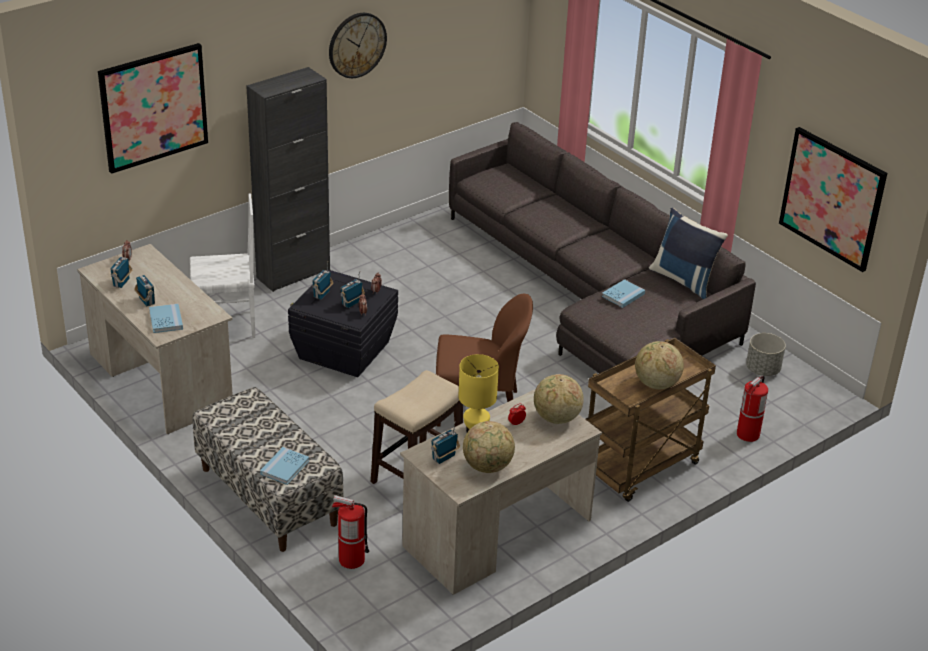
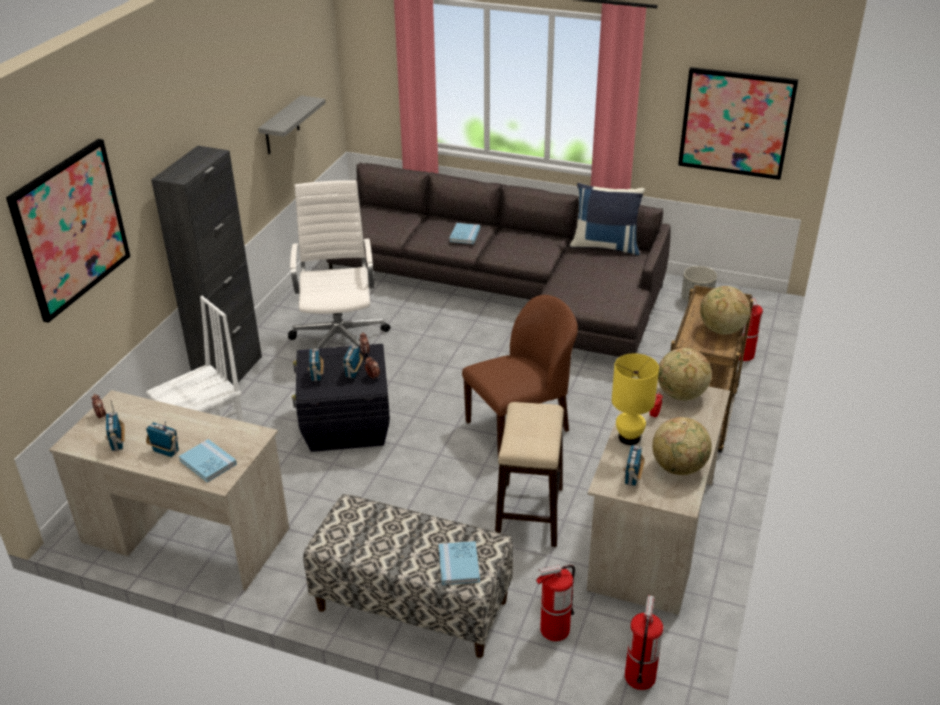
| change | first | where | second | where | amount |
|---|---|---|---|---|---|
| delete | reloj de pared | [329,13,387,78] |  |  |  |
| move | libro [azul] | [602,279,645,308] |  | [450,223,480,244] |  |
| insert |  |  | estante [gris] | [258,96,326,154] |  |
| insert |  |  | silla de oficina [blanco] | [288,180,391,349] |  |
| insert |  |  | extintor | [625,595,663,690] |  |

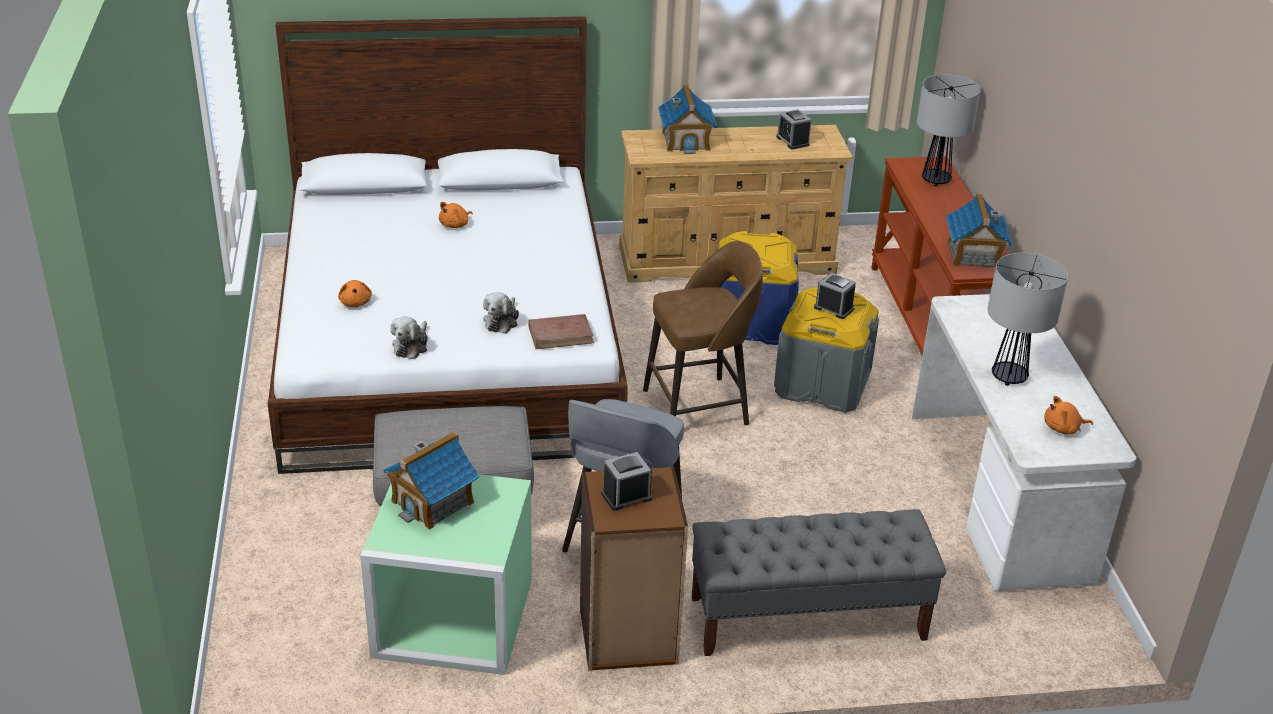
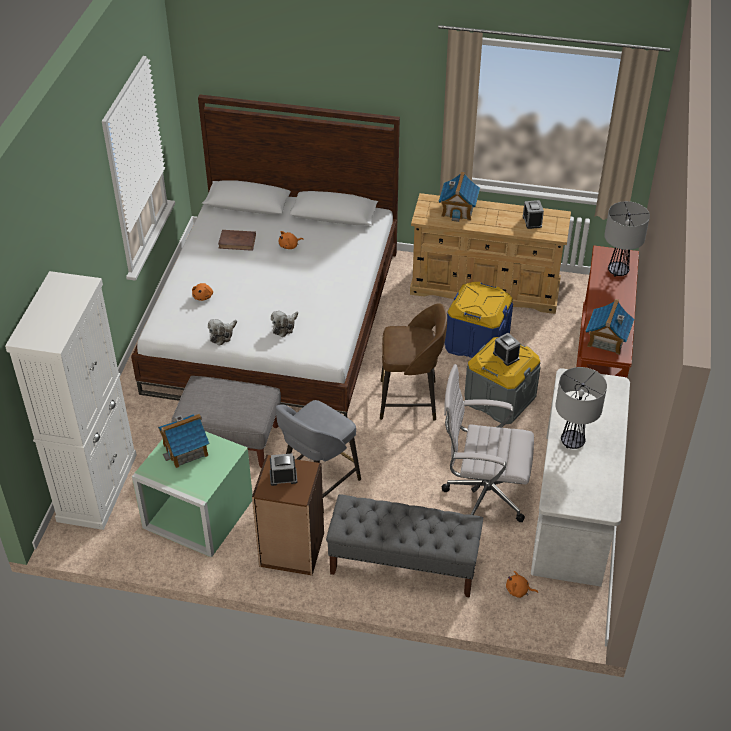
| change | first | where | second | where | amount |
|---|---|---|---|---|---|
| move | libro [marrón] | [528,314,595,349] |  | [218,230,256,251] |  |
| move | peluche [naranja] | [1044,396,1093,435] |  | [506,571,538,598] |  |
| insert |  |  | armario [blanco] | [5,271,137,530] |  |
| insert |  |  | silla de oficina [blanco] | [442,364,534,522] |  |

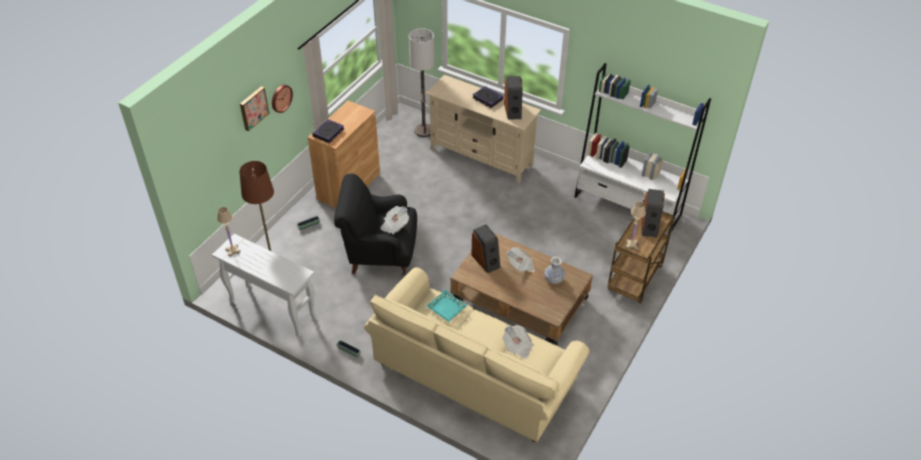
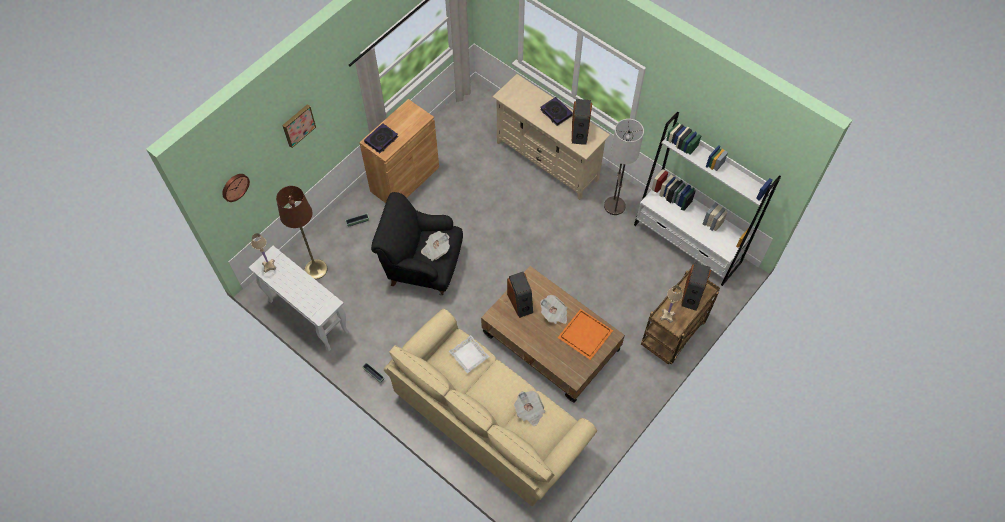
| change | first | where | second | where | amount |
|---|---|---|---|---|---|
| move | reloj de pared | [272,85,293,113] |  | [222,174,250,202] |  |
| move | lámpara de pie | [409,28,434,137] |  | [604,119,644,215] |  |
| recolor | bandeja [turquesa] | [426,290,468,322] | bandeja [blanco] | [449,335,489,373] |  |
| replace | florero | [544,257,565,284] | bandeja [naranja] | [558,309,613,360] |  |

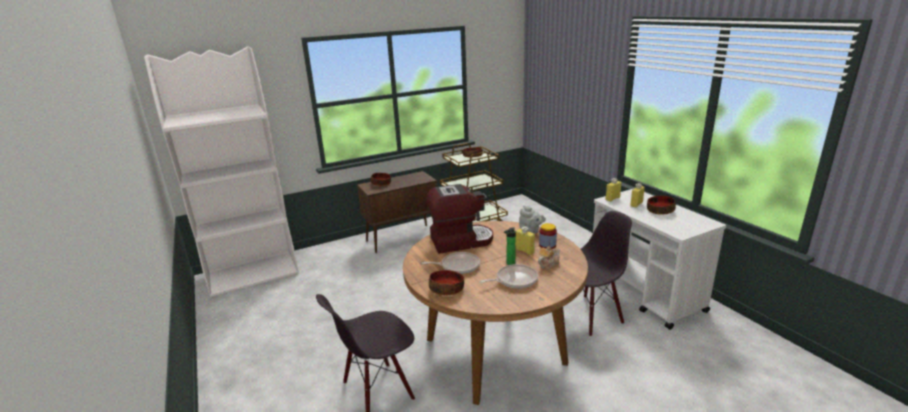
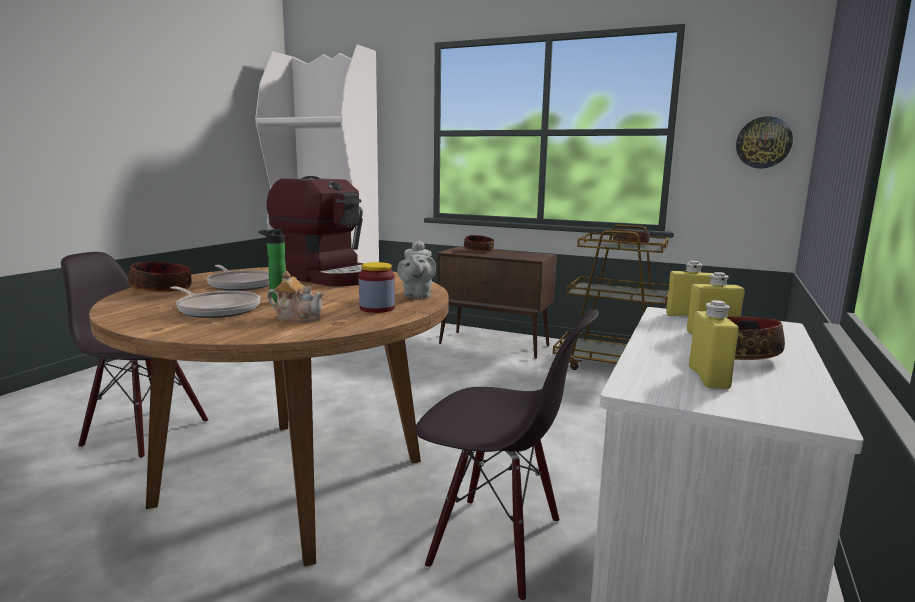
| change | first | where | second | where | amount |
|---|---|---|---|---|---|
| move | botella [amarillo] | [515,226,535,255] |  | [689,300,739,389] |  |
| insert |  |  | reloj de pared | [736,116,793,168] |  |

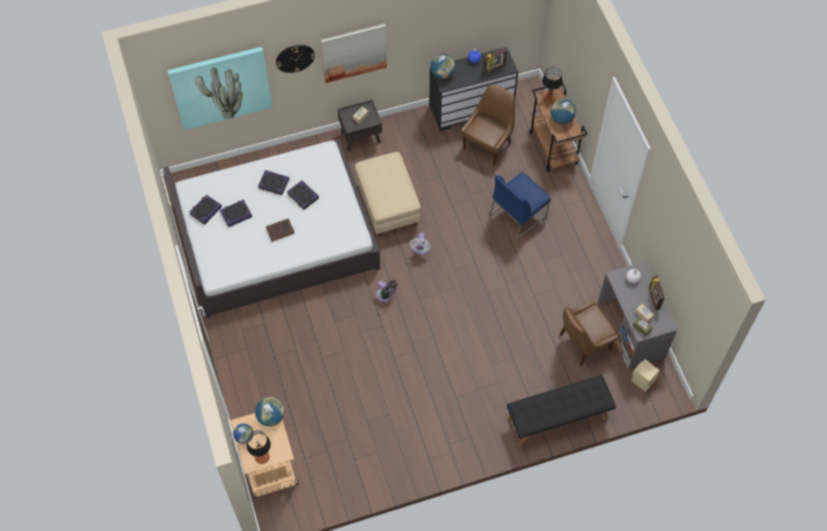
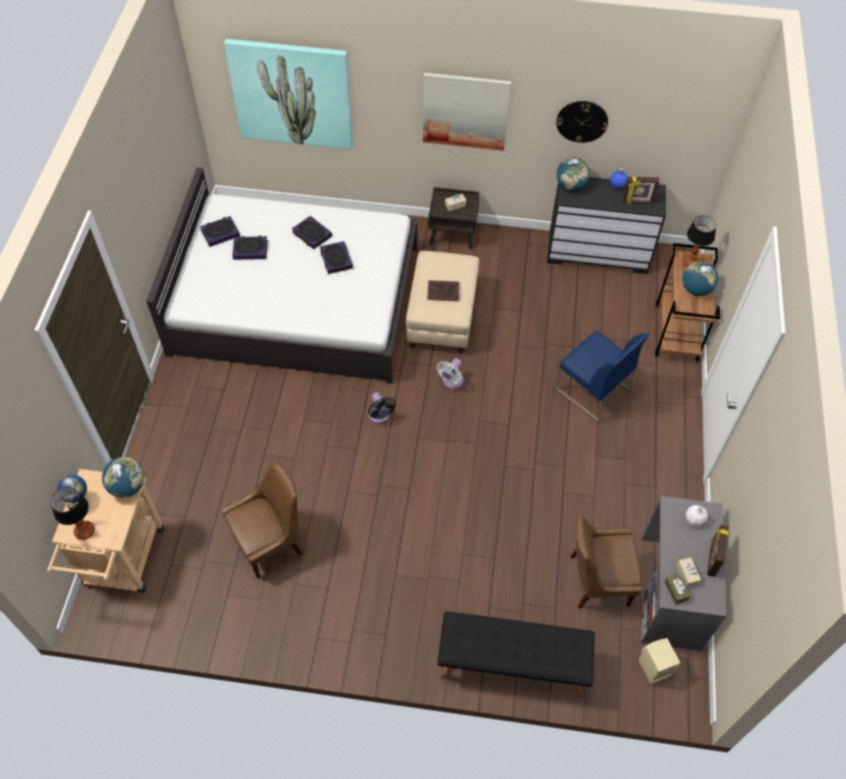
| change | first | where | second | where | amount |
|---|---|---|---|---|---|
| move | libro [marrón] | [266,218,295,242] |  | [427,280,459,301] |  |
| move | reloj de pared | [276,45,315,73] |  | [556,101,608,143] |  |
| move | silla [marrón] | [461,84,515,166] |  | [222,462,302,578] |  |
| rotate | silla [azul] | [489,172,551,240] |  | [555,331,650,423] | 120 degrees counterclockwise |

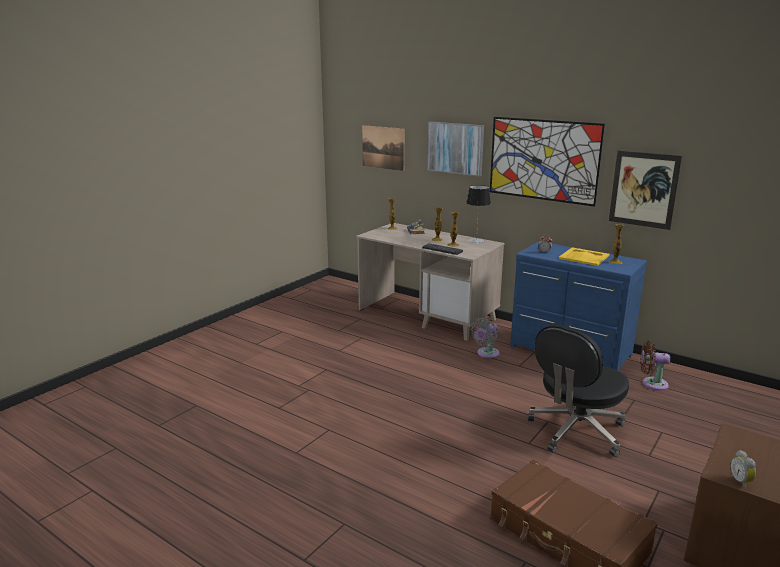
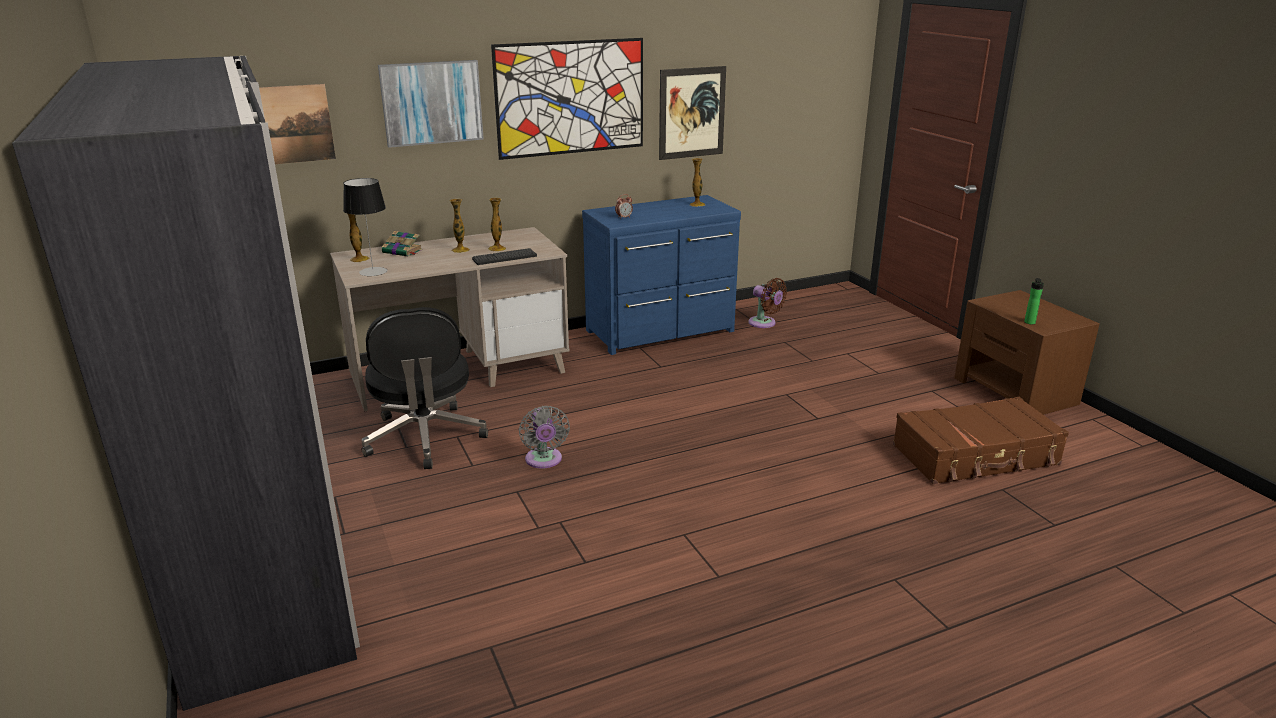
| change | first | where | second | where | amount |
|---|---|---|---|---|---|
| move | lámpara de mesa | [466,185,491,243] |  | [343,178,387,276] |  |
| move | ventilador [gris] | [471,318,500,359] |  | [519,406,570,468] |  |
| move | silla de oficina [negro] | [528,325,629,457] |  | [362,307,488,469] |  |
| delete | bandeja [amarillo] | [558,247,610,266] |  |  |  |
| rotate | ventilador [marrón] | [641,341,670,391] |  | [748,278,787,328] | 90 degrees counterclockwise |
| delete | despertador | [730,450,756,489] |  |  |  |
| insert |  |  | armario ropero [gris] | [12,56,360,711] |  |
| insert |  |  | botella | [1024,278,1044,324] |  |

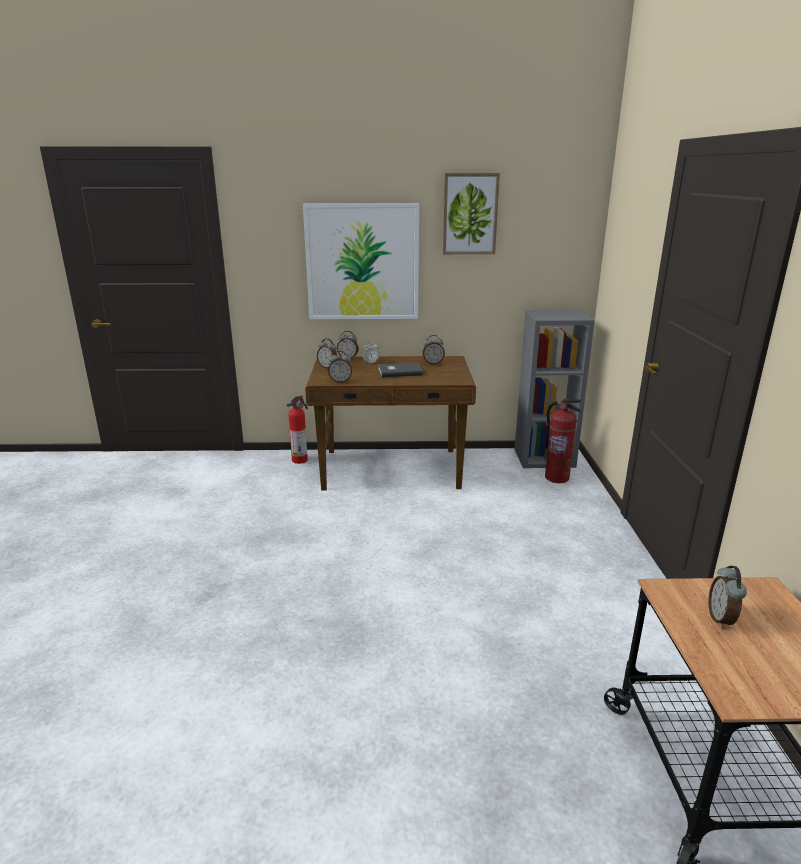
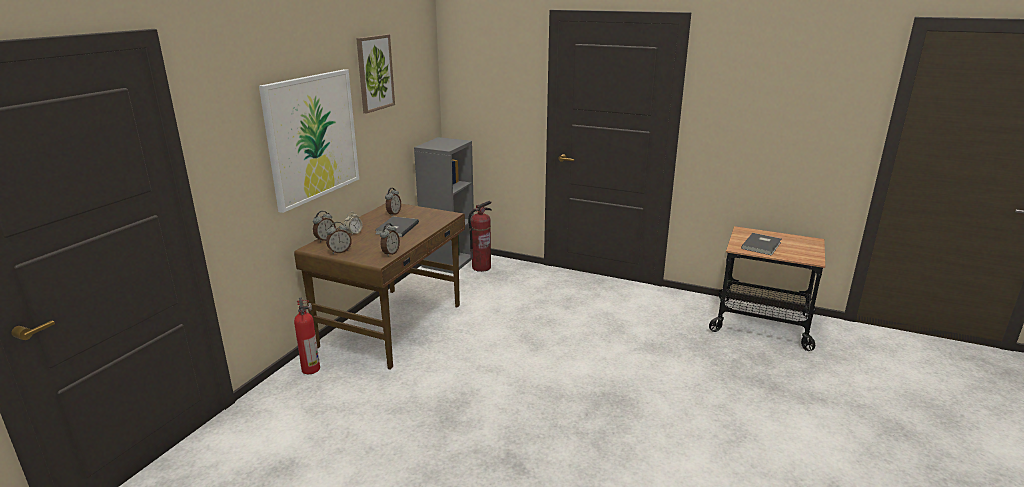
| change | first | where | second | where | amount |
|---|---|---|---|---|---|
| replace | despertador | [709,566,747,629] | libro [gris] | [741,233,781,256] |  |

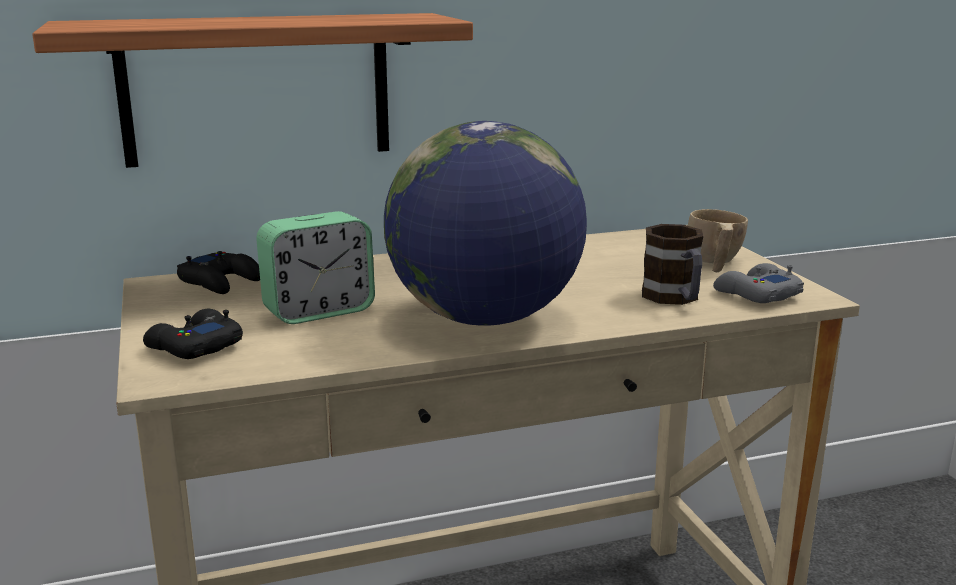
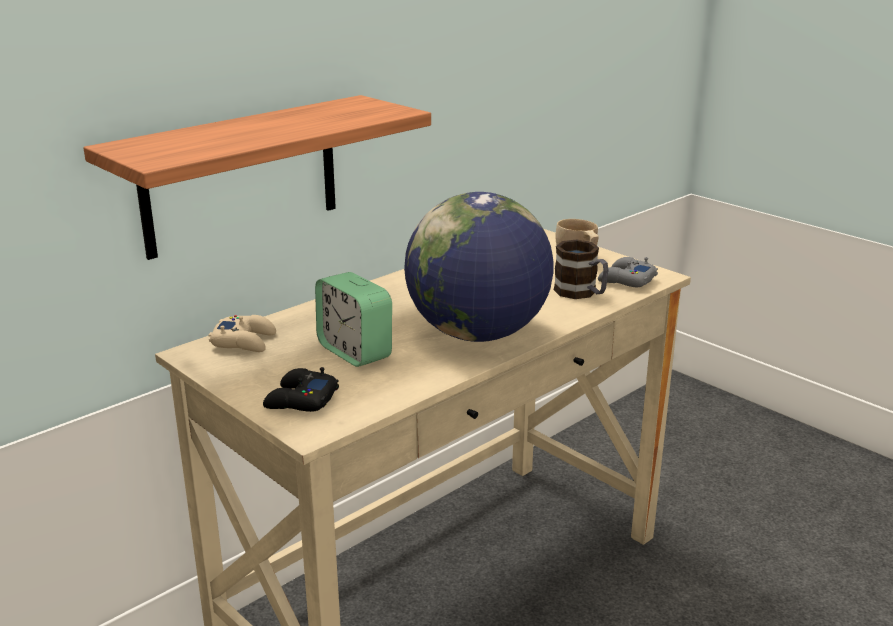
| change | first | where | second | where | amount |
|---|---|---|---|---|---|
| recolor | mando de consola [negro] | [177,251,260,294] | mando de consola [beis] | [209,315,276,352] |  |
| rotate | despertador | [256,211,375,324] |  | [315,272,392,367] | 105 degrees clockwise |

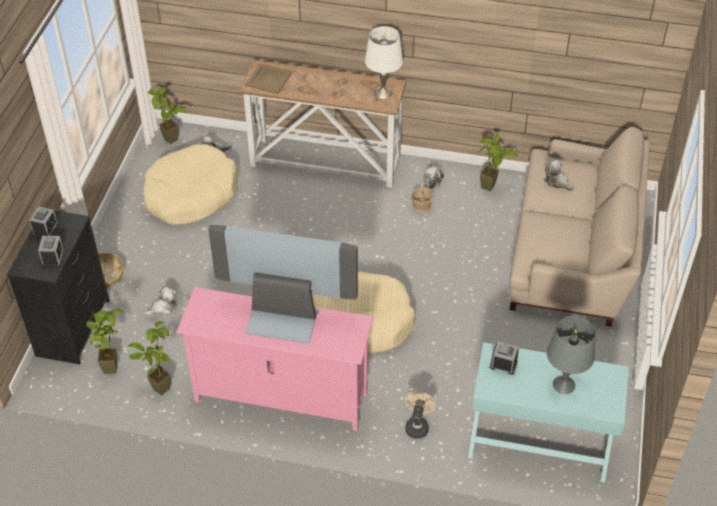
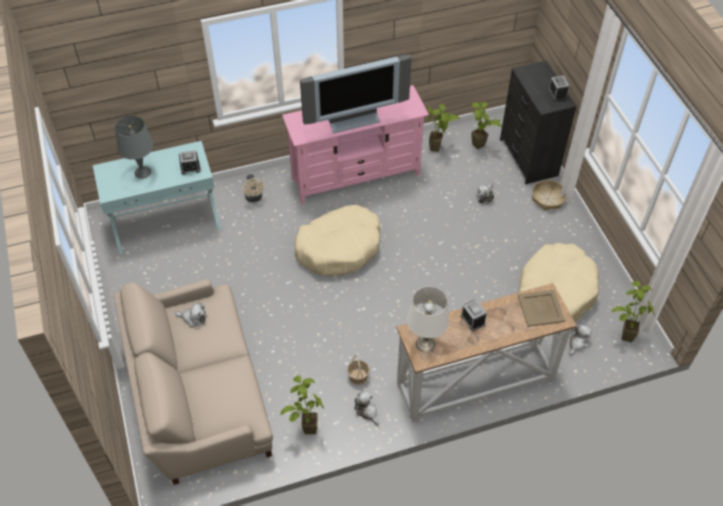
| change | first | where | second | where | amount |
|---|---|---|---|---|---|
| move | despertador | [38,236,64,267] |  | [461,299,487,331] |  |
| move | peluche | [544,160,574,191] |  | [174,302,207,328] |  |

